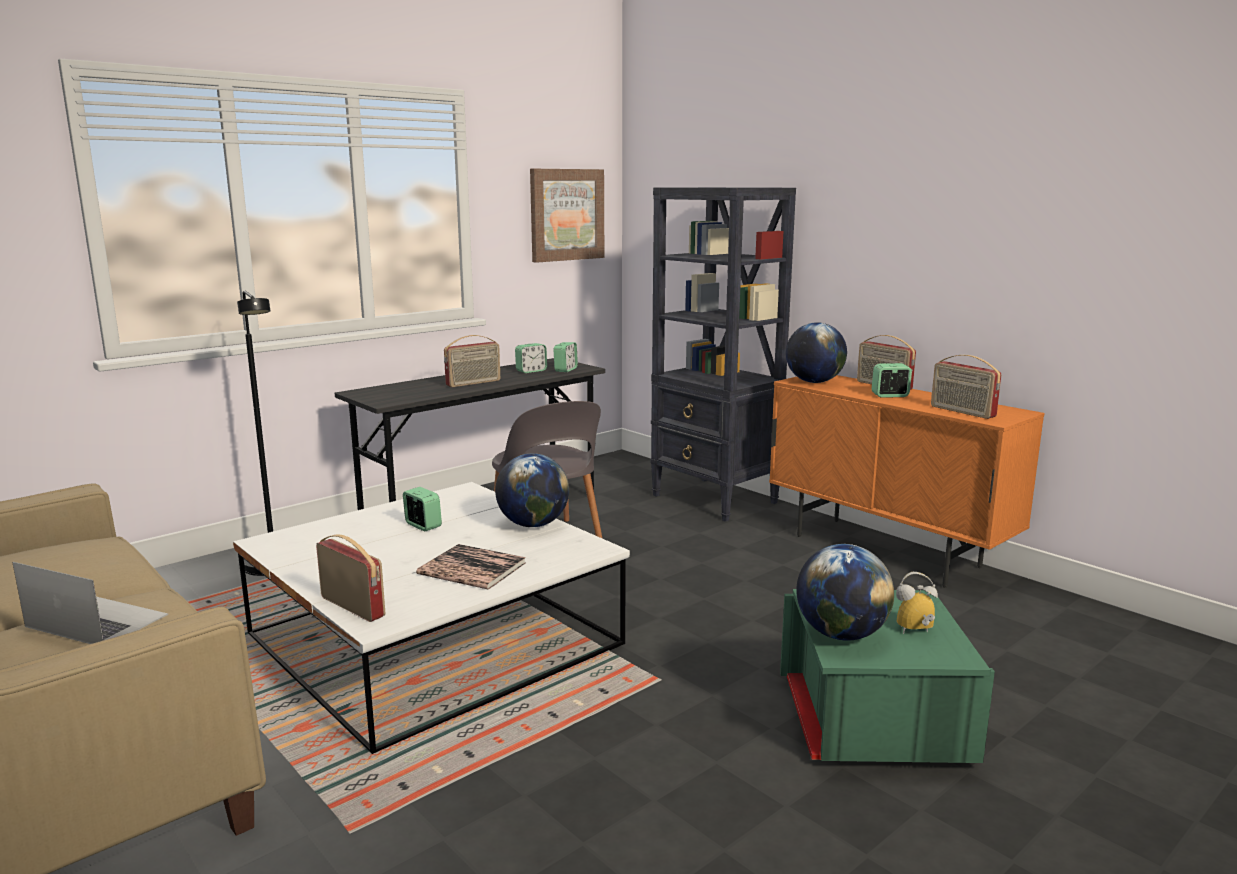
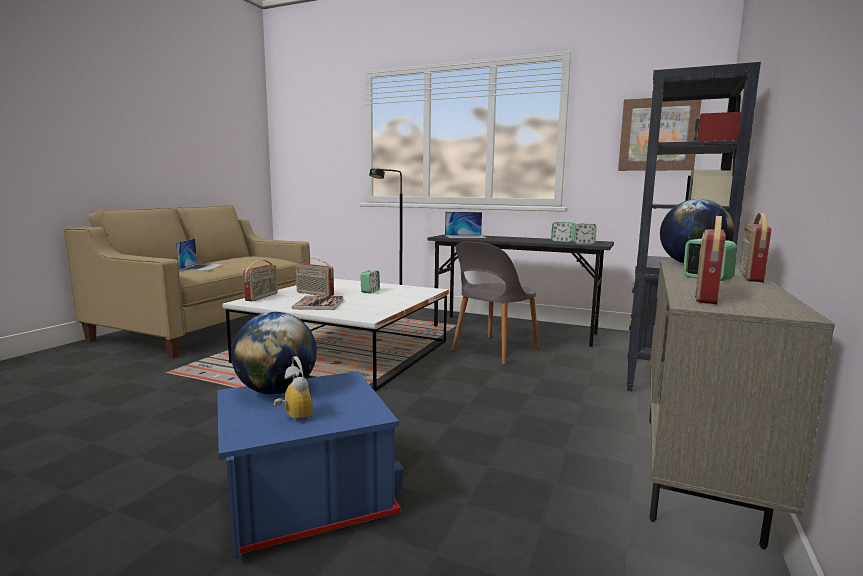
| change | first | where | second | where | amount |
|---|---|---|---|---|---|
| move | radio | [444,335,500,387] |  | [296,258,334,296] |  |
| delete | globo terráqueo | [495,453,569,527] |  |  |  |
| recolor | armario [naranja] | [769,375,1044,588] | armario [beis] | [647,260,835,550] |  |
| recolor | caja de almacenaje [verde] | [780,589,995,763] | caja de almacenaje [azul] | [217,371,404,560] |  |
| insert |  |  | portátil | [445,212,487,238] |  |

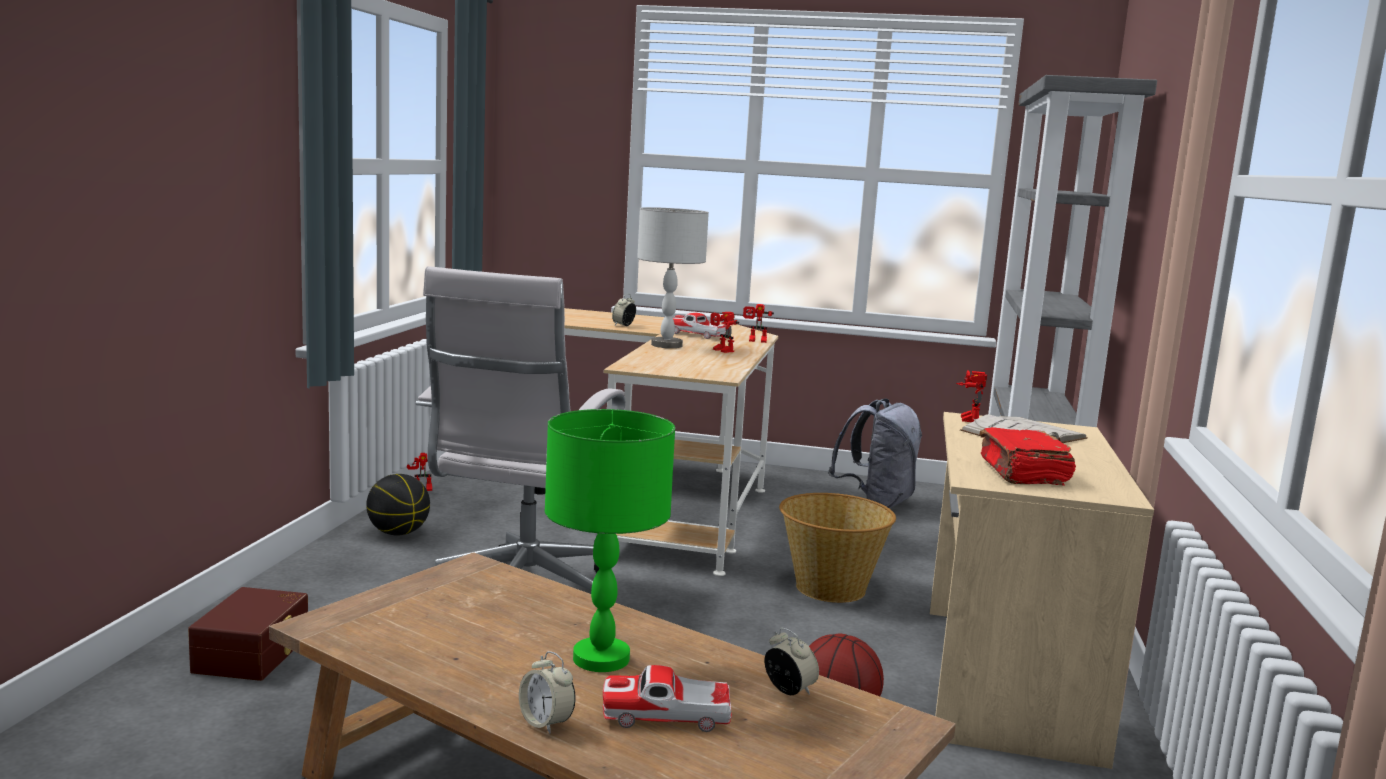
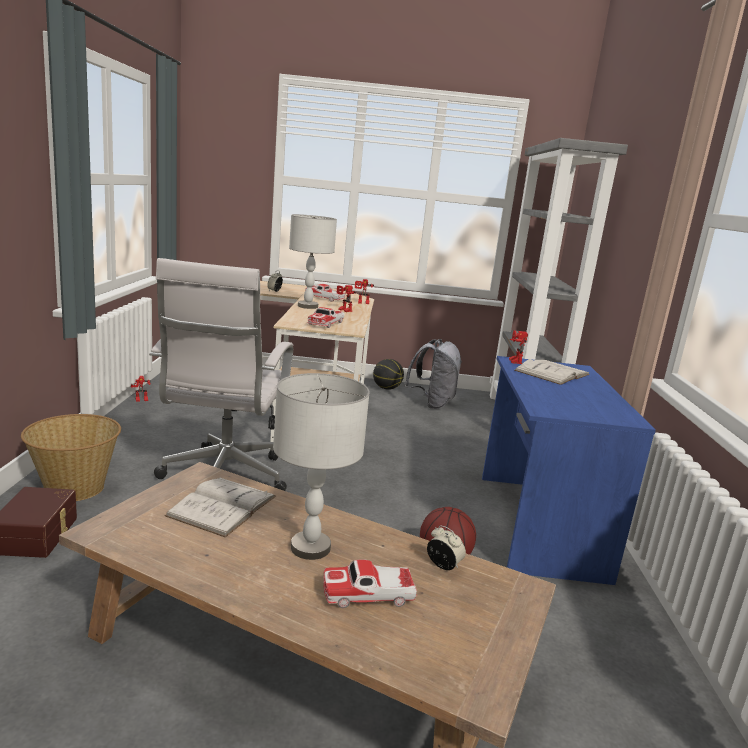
| change | first | where | second | where | amount |
|---|---|---|---|---|---|
| move | balón de baloncesto | [366,474,430,536] |  | [373,359,404,390] |  |
| delete | despertador | [519,651,576,734] |  |  |  |
| recolor | lámpara de mesa [verde] | [545,409,675,672] | lámpara de mesa [gris] | [273,373,370,560] |  |
| move | cesta | [779,493,896,603] |  | [21,414,121,501] |  |
| recolor | escritorio [beis] | [930,412,1154,769] | escritorio [azul] | [482,356,656,585] |  |
| delete | libro [rojo] | [980,427,1076,486] |  |  |  |
| insert |  |  | libro [blanco] | [165,478,276,537] |  |
| insert |  |  | coche de juguete | [307,307,344,328] |  |

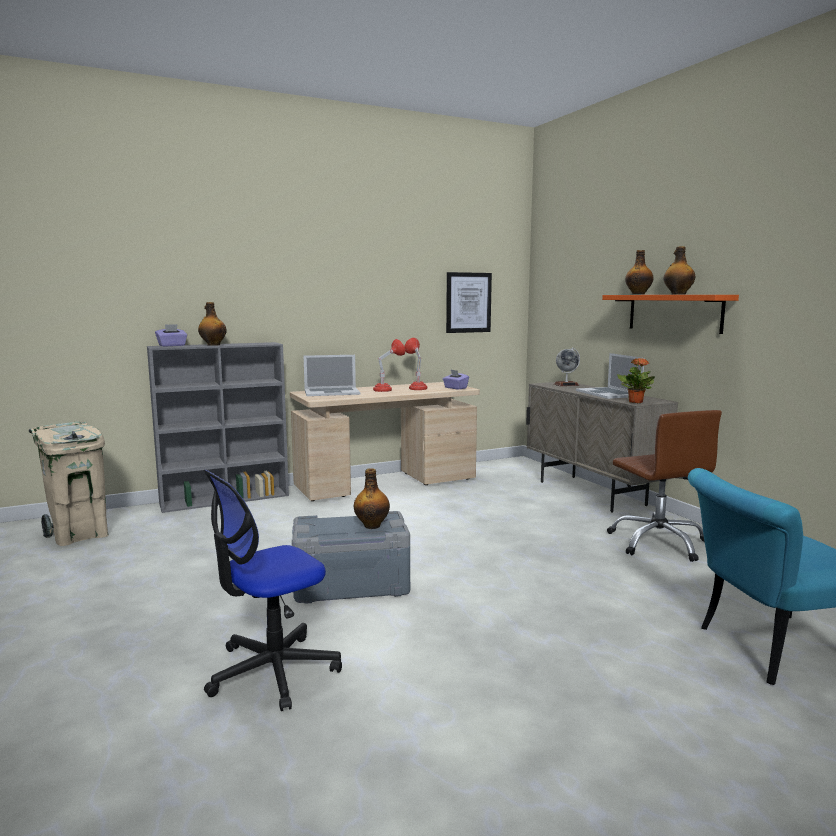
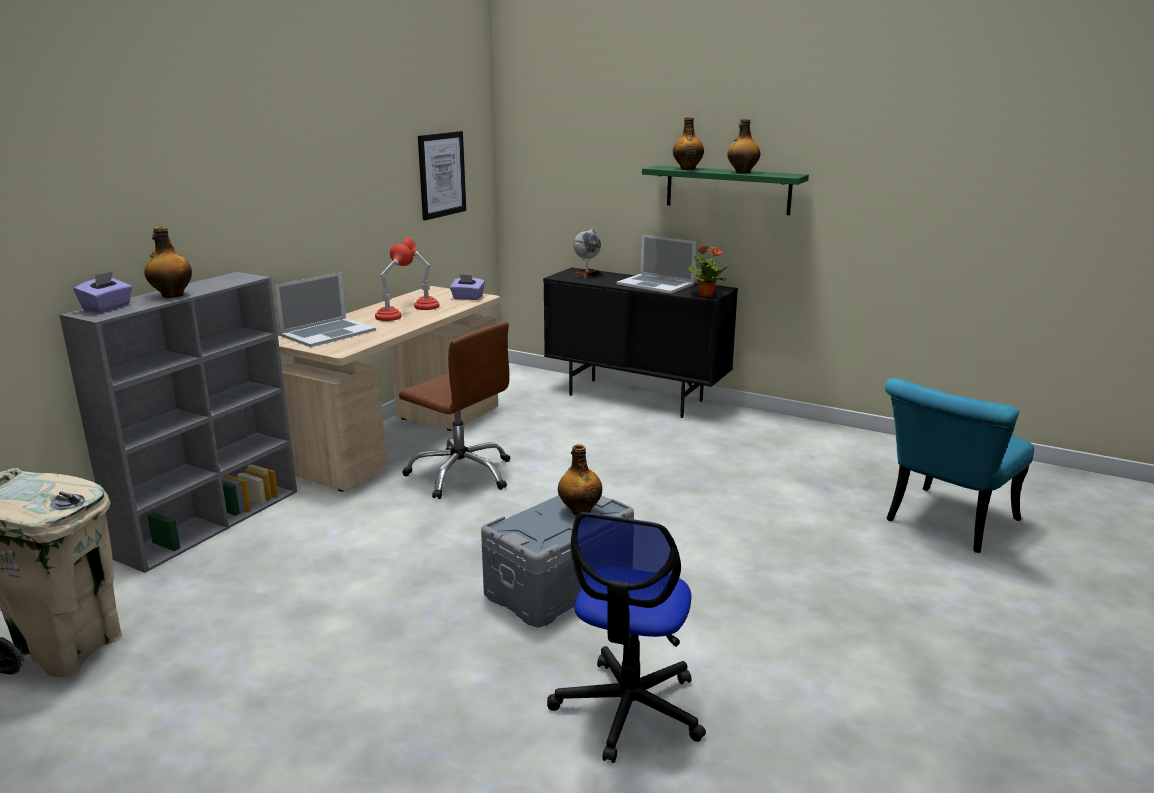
| change | first | where | second | where | amount |
|---|---|---|---|---|---|
| recolor | armario [beis] | [526,382,678,513] | armario [negro] | [543,267,738,418] |  |
| recolor | estante [naranja] | [602,295,739,334] | estante [verde] | [642,165,809,215] |  |
| move | silla de oficina [marrón] | [607,410,722,562] |  | [399,322,510,499] |  |

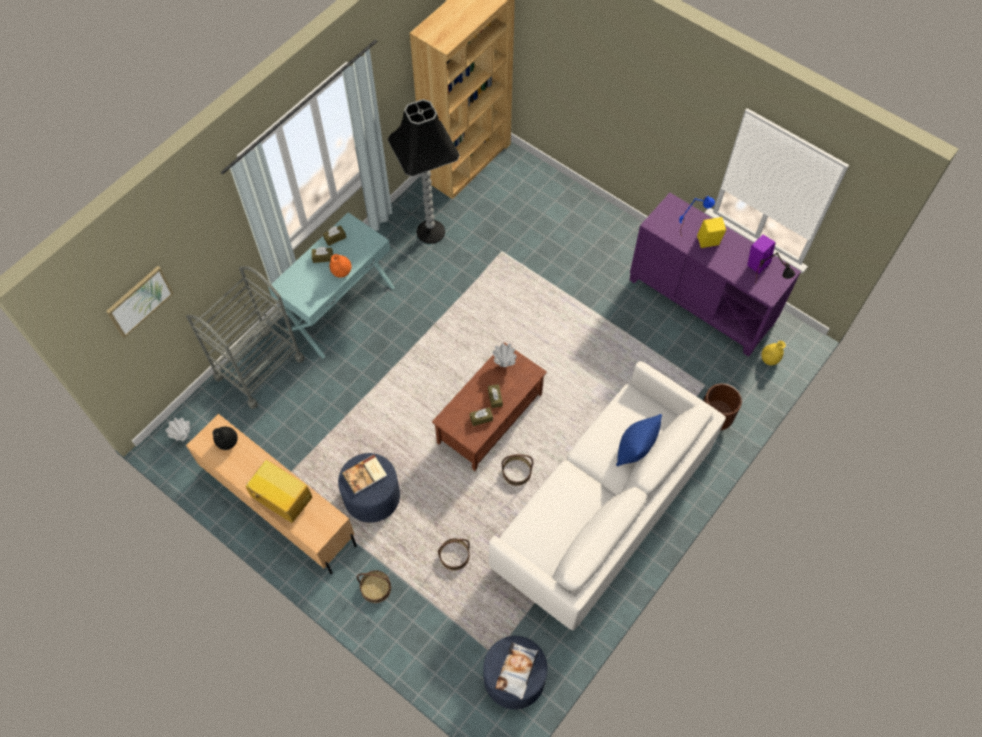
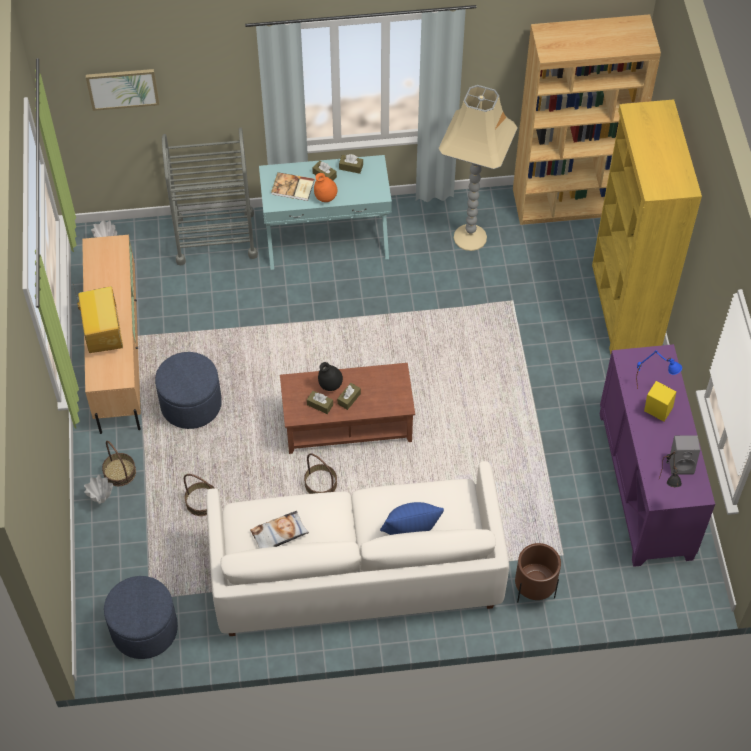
| change | first | where | second | where | amount |
|---|---|---|---|---|---|
| move | florero [negro] | [212,427,238,450] |  | [318,362,343,391] |  |
| move | libro | [342,455,387,494] |  | [271,172,314,201] |  |
| recolor | lámpara de pie [negro] | [388,99,460,244] | lámpara de pie [beis] | [438,85,518,251] |  |
| move | florero [blanco] | [492,343,517,367] |  | [84,475,113,504] |  |
| move | cojín | [495,642,539,700] |  | [250,511,309,548] |  |
| recolor | altavoz [morado] | [747,235,776,274] | altavoz [gris] | [669,435,700,475] |  |
| delete | florero [amarillo] | [761,341,786,365] |  |  |  |
| insert |  |  | estantería [amarillo] | [592,99,702,354] |  |

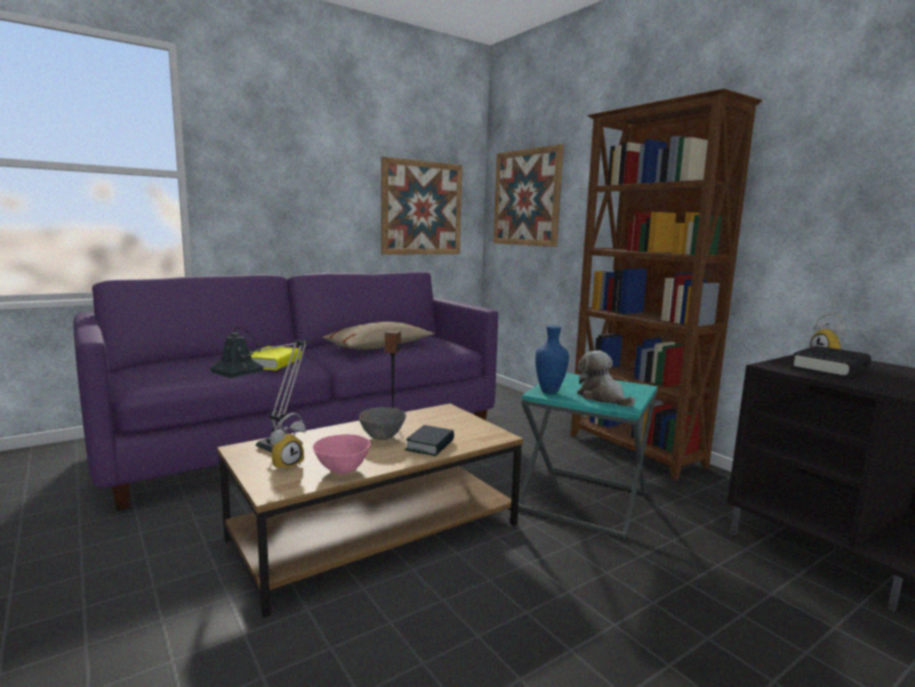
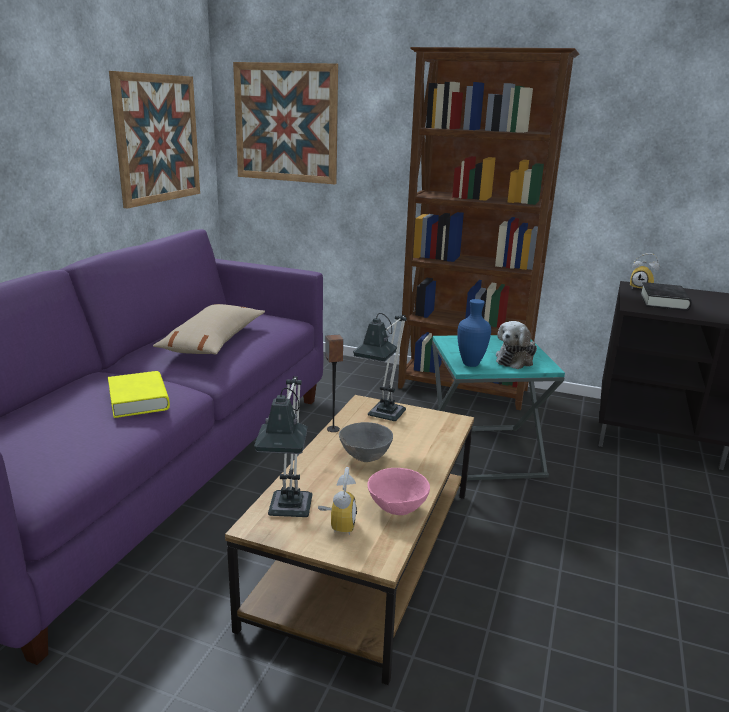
| change | first | where | second | where | amount |
|---|---|---|---|---|---|
| delete | libro | [405,425,454,456] |  |  |  |
| rotate | peluche | [577,350,635,407] |  | [496,321,537,369] | 75 degrees counterclockwise |
| insert |  |  | lámpara de mesa | [353,313,407,421] |  |

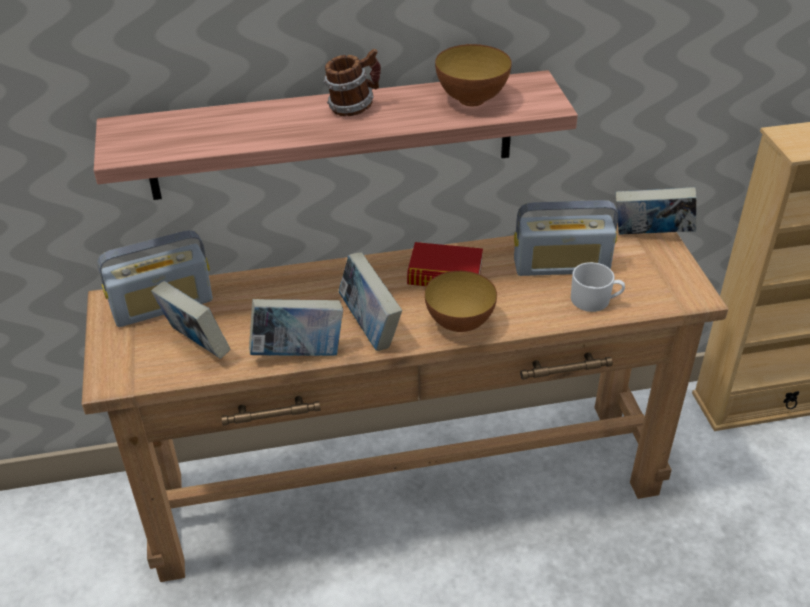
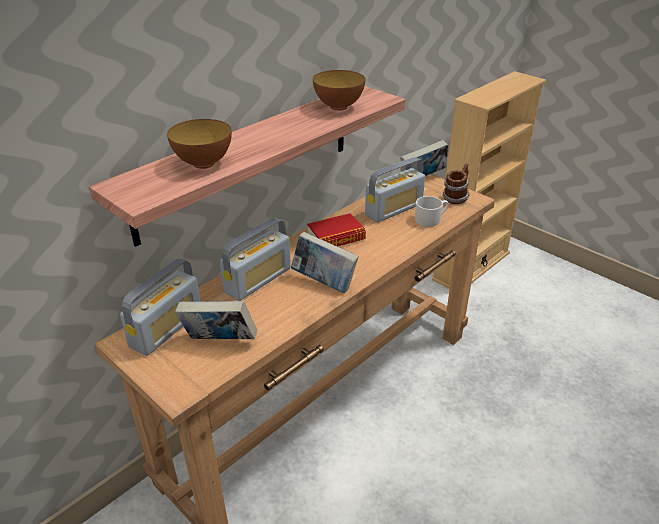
| change | first | where | second | where | amount |
|---|---|---|---|---|---|
| delete | libro | [249,299,343,356] |  |  |  |
| move | taza grande | [324,49,381,116] |  | [442,163,470,204] |  |
| move | cuenco | [424,271,497,332] |  | [167,119,232,169] |  |
| insert |  |  | radio | [220,218,291,301] |  |

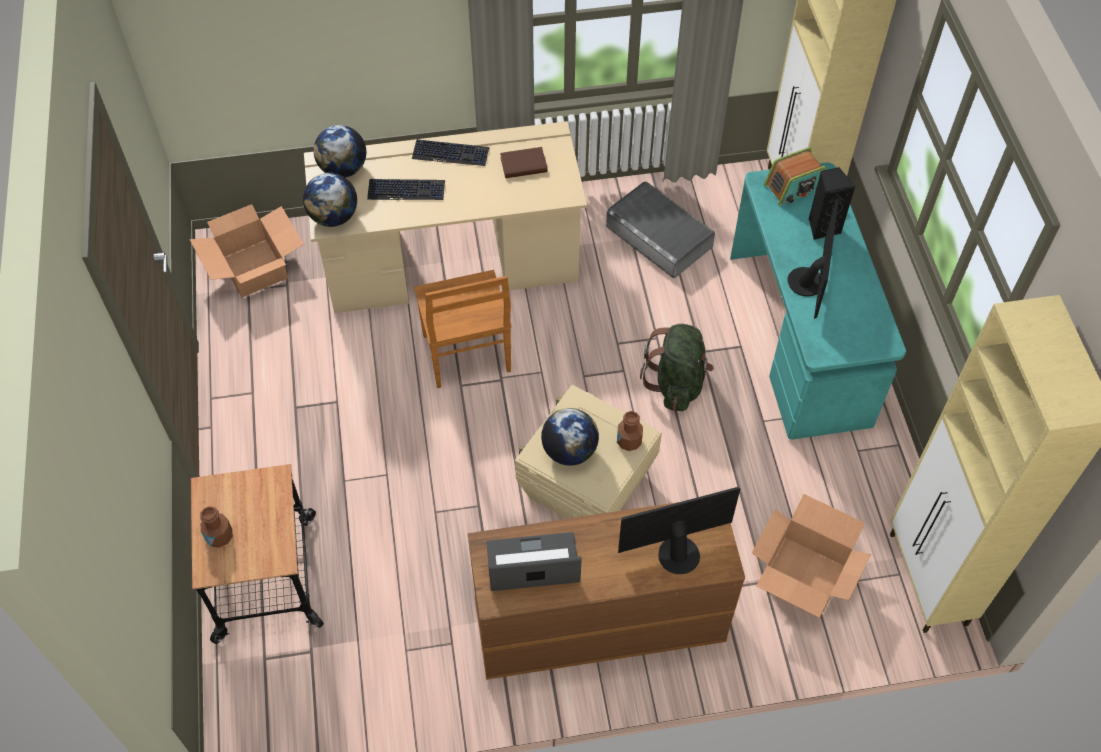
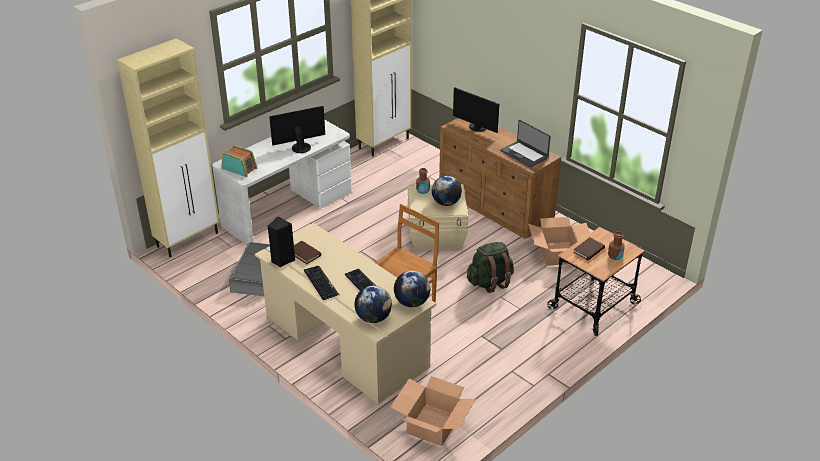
| change | first | where | second | where | amount |
|---|---|---|---|---|---|
| move | mochila [verde] | [640,324,714,411] |  | [467,242,514,293] |  |
| recolor | escritorio [turquesa] | [730,162,906,440] | escritorio [blanco] | [212,120,352,245] |  |
| move | caja de cartón | [752,494,871,618] |  | [528,217,590,266] |  |
| move | altavoz [negro] | [809,167,855,240] |  | [268,216,295,267] |  |
| insert |  |  | libro [marrón] | [573,237,605,260] |  |

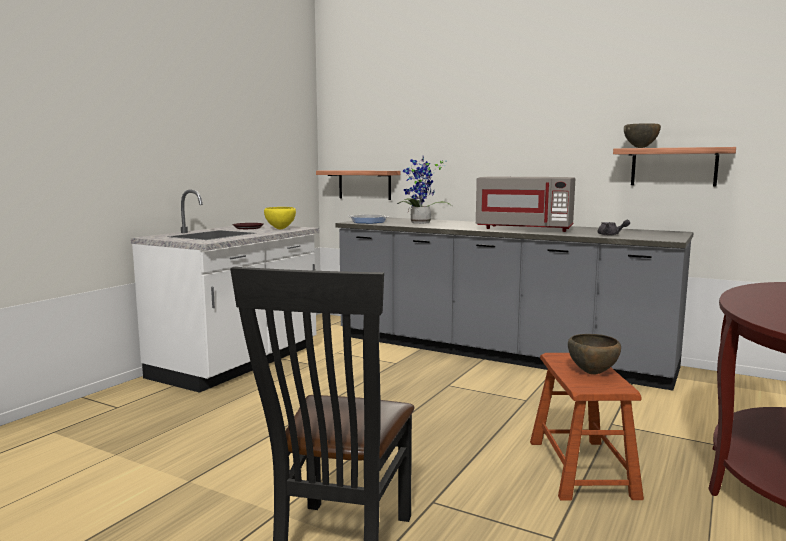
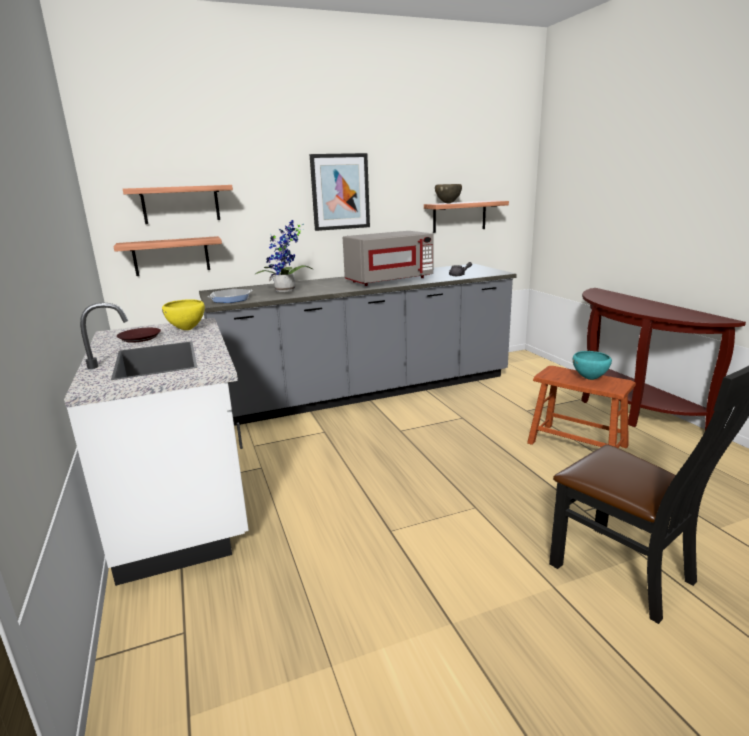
| change | first | where | second | where | amount |
|---|---|---|---|---|---|
| recolor | cuenco [marrón] | [568,334,621,375] | cuenco [turquesa] | [573,351,612,380] |  |
| insert |  |  | estante | [123,185,233,224] |  |
| insert |  |  | cuadro | [309,153,370,231] |  |

